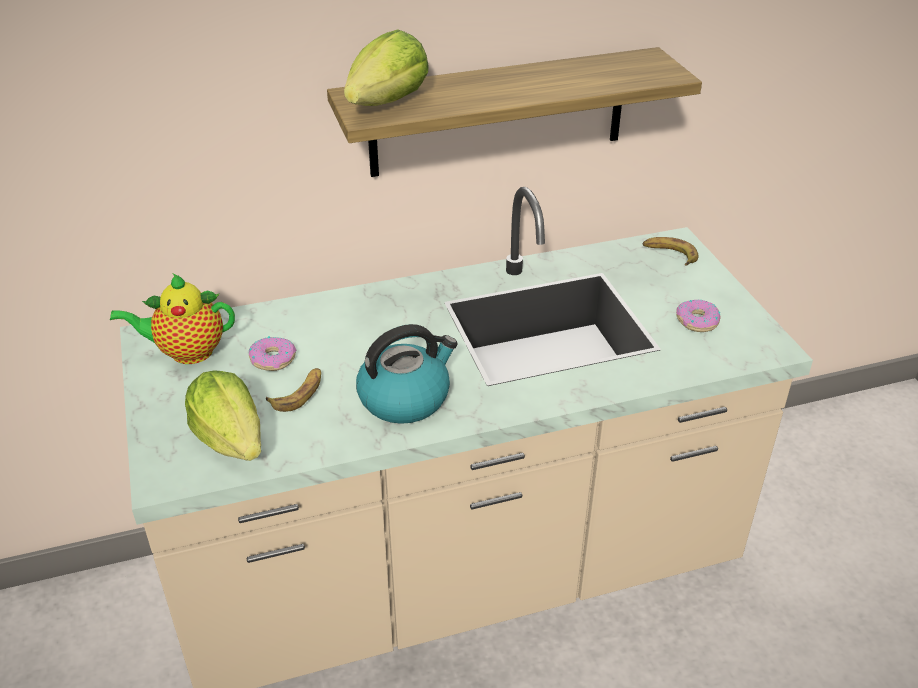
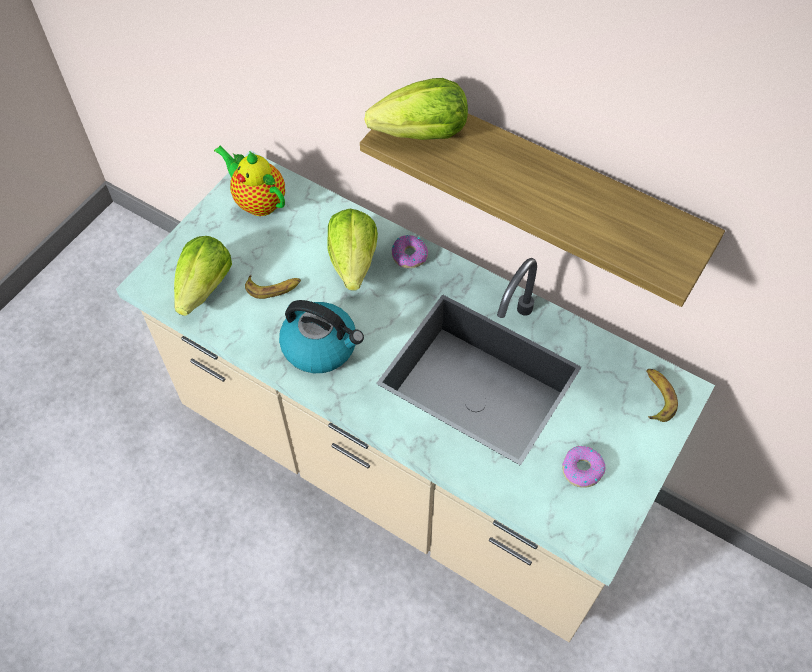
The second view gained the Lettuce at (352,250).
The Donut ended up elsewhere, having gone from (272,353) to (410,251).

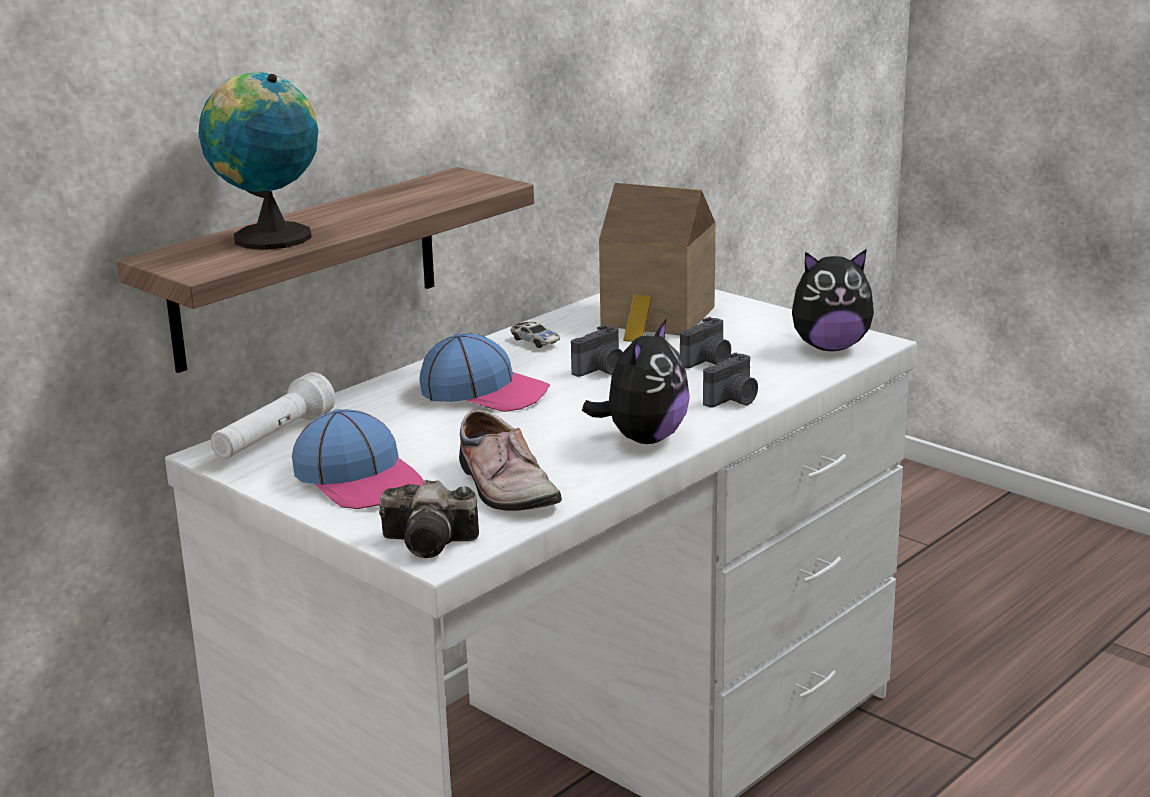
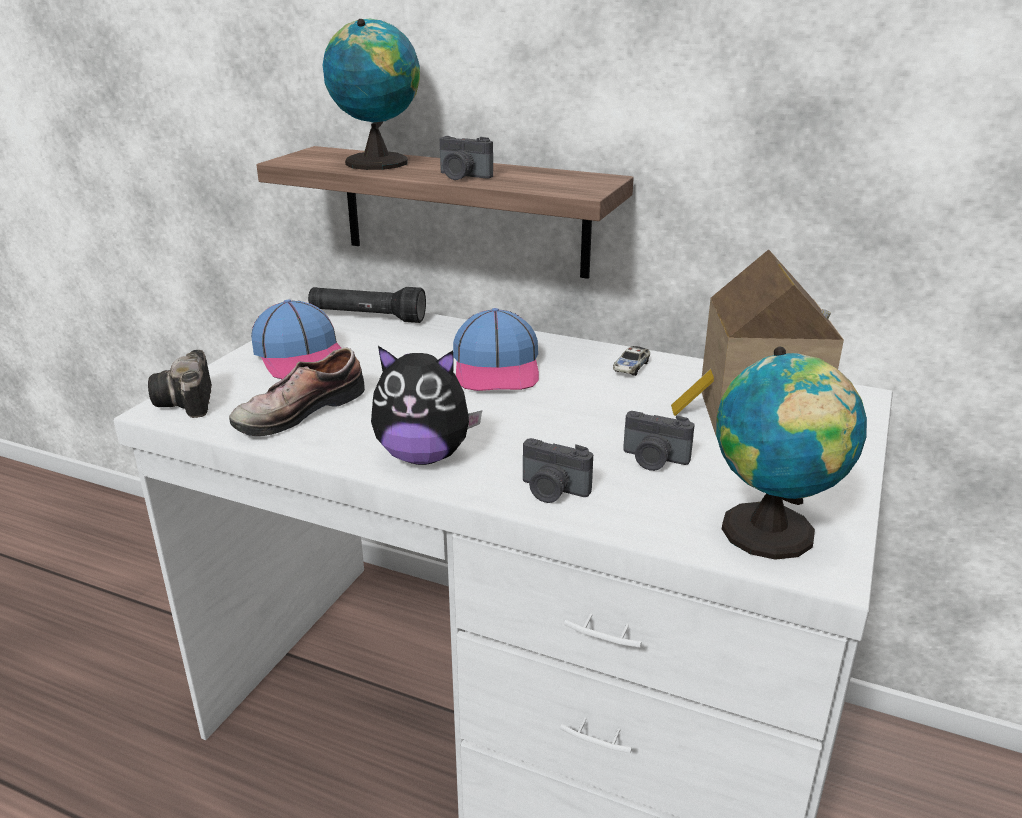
The PhotoCamera ended up elsewhere, having gone from (597,351) to (466,158).
Where the PlushToy stood at (833,300), the Globe came to stand at (791,453).
What was the WhiteFlashlight at (273,415) turned into the BlackFlashlight at (367,305).
The Cap at (358,459) ended up facing another way, 60 degrees counterclockwise from before.

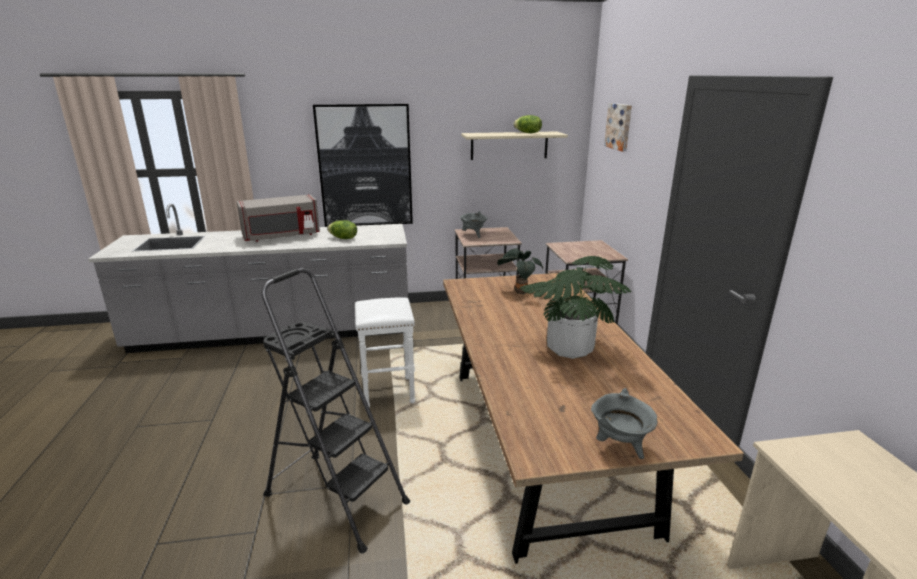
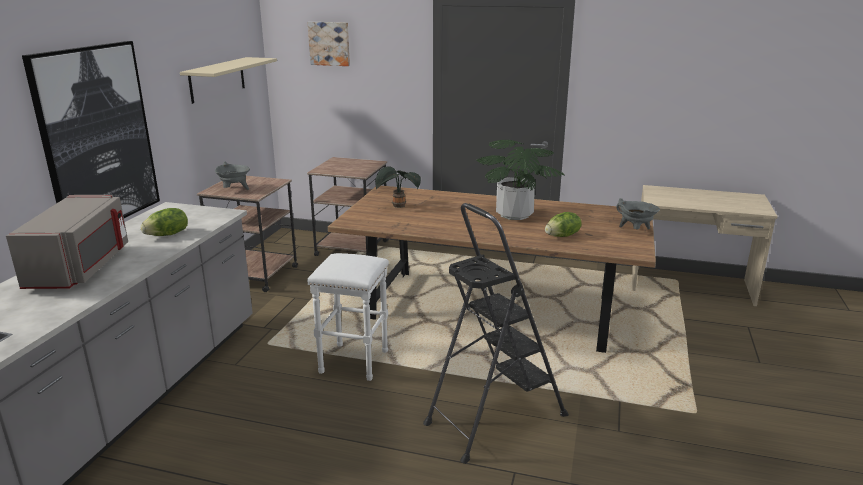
The Lettuce ended up elsewhere, having gone from (527,124) to (563,224).

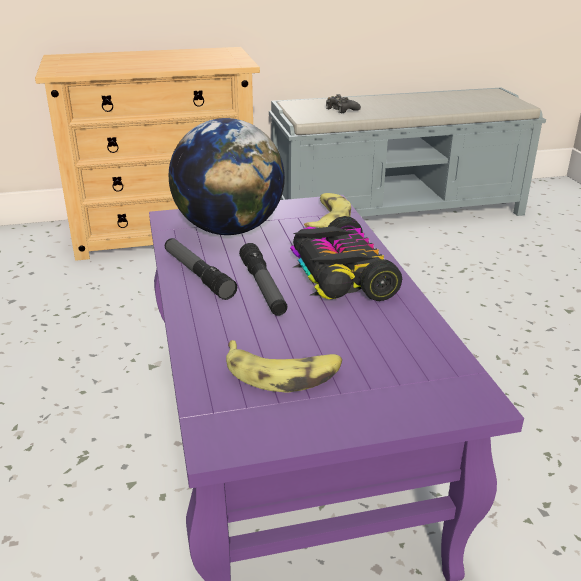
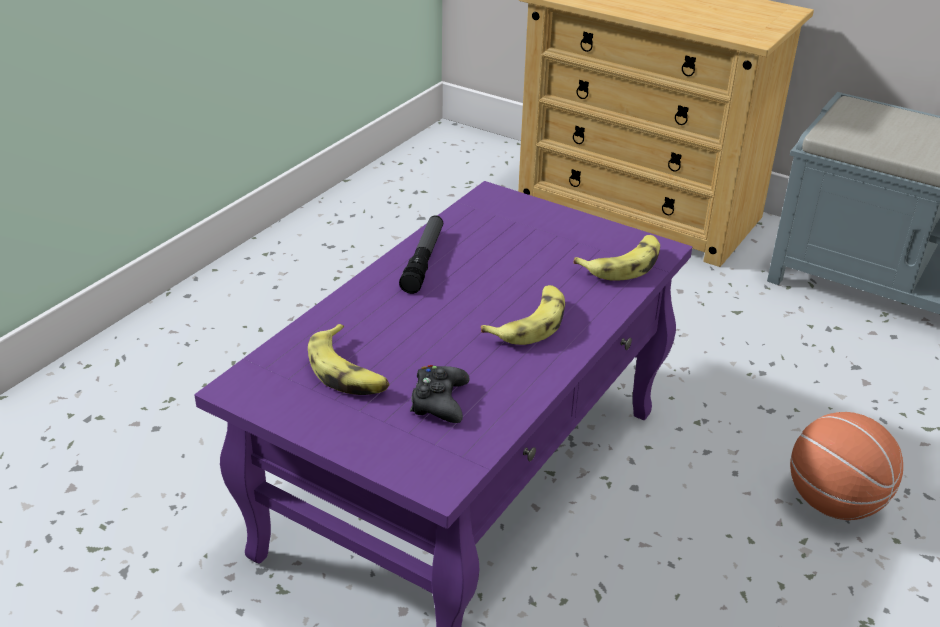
The second view lost the Globe at (227,176).
The second view lost the Flashlight at (263,279).
The second view gained the Basketball at (846,466).
The BlackGameController ended up elsewhere, having gone from (343,104) to (440,394).
Where the ToyCar stood at (346,258), the Banana came to stand at (523,315).

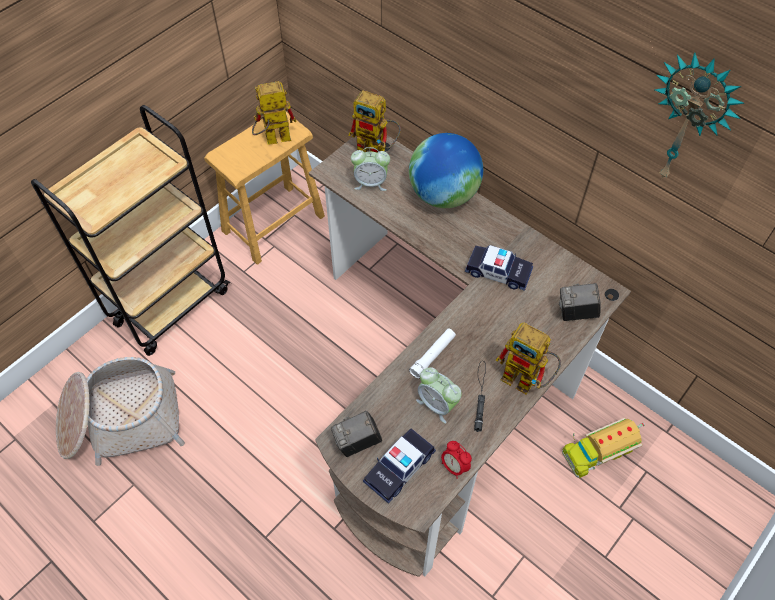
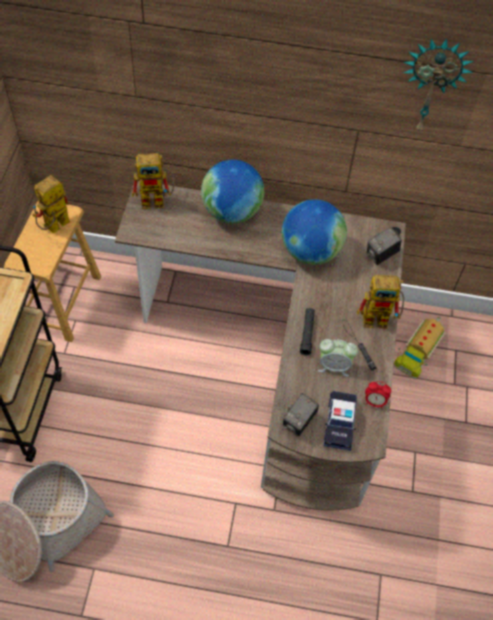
The second view lost the AlarmClock at (370,169).
Where the ToyCar stood at (499,268), the Globe came to stand at (314,232).
What was the WhiteFlashlight at (432,353) turned into the BlackFlashlight at (307,331).

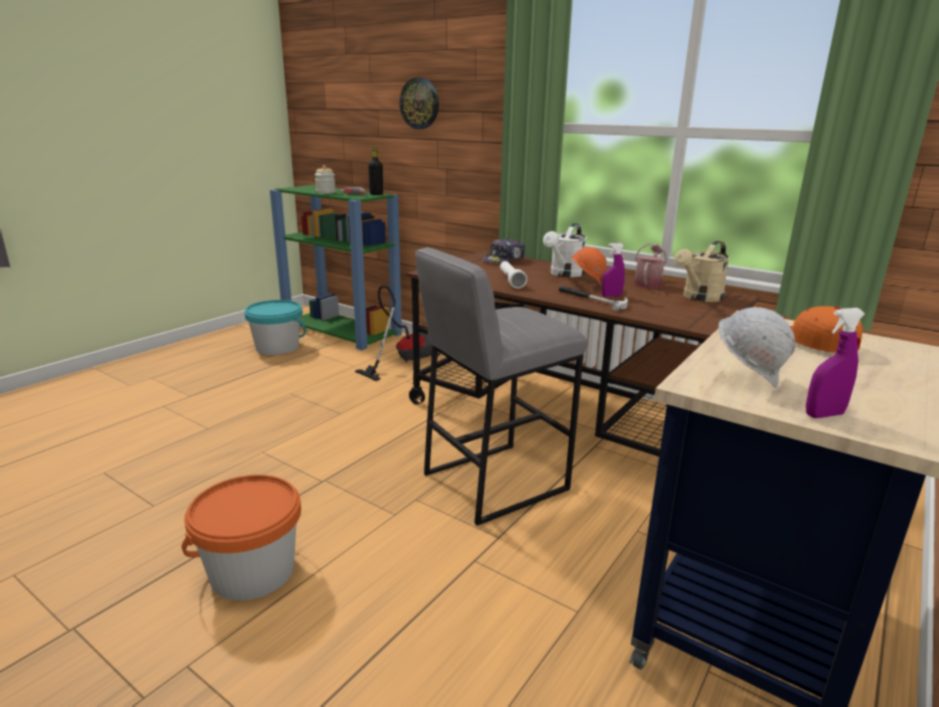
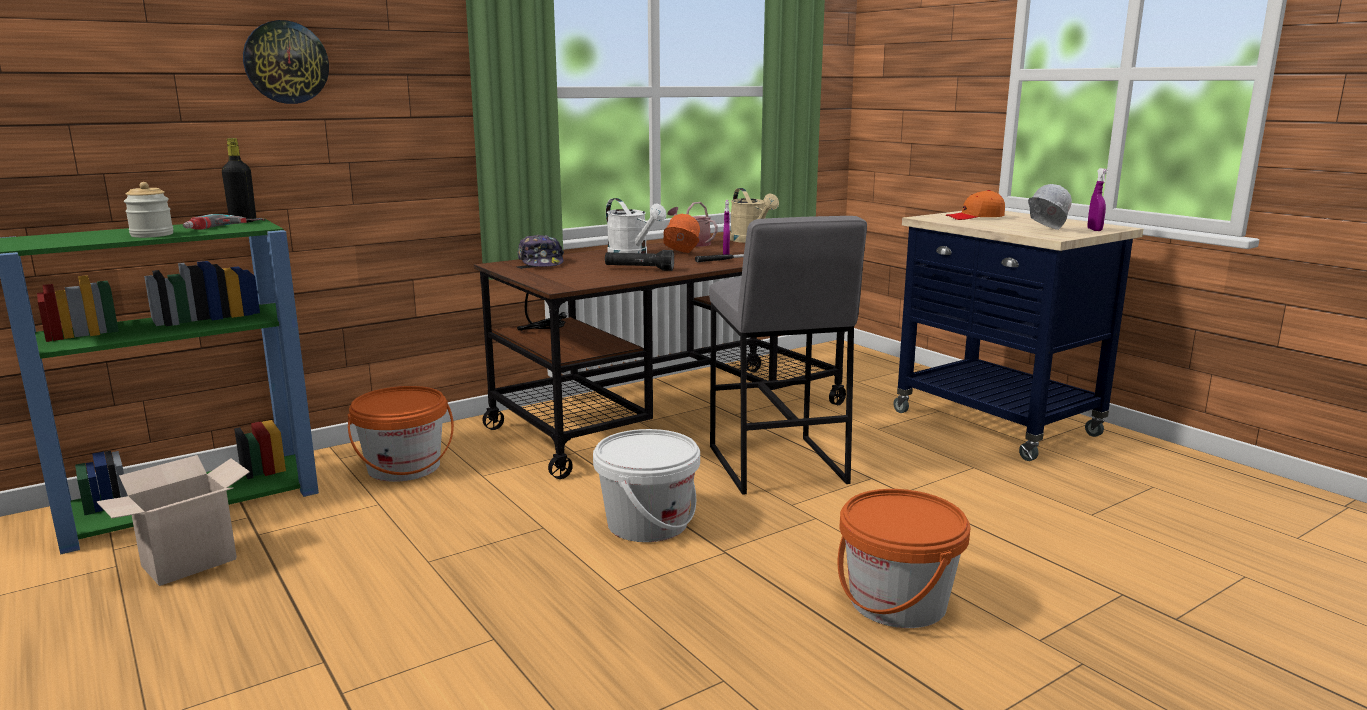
The second view gained the WhiteBucket at (646,485).
Where the TurquoiseBucket stood at (275,327), the CardboardBox came to stand at (173,520).
Where the VacuumCleaner stood at (397,333), the OrangeBucket came to stand at (401,434).
What was the WhiteFlashlight at (513,275) turned into the BlackFlashlight at (639,260).

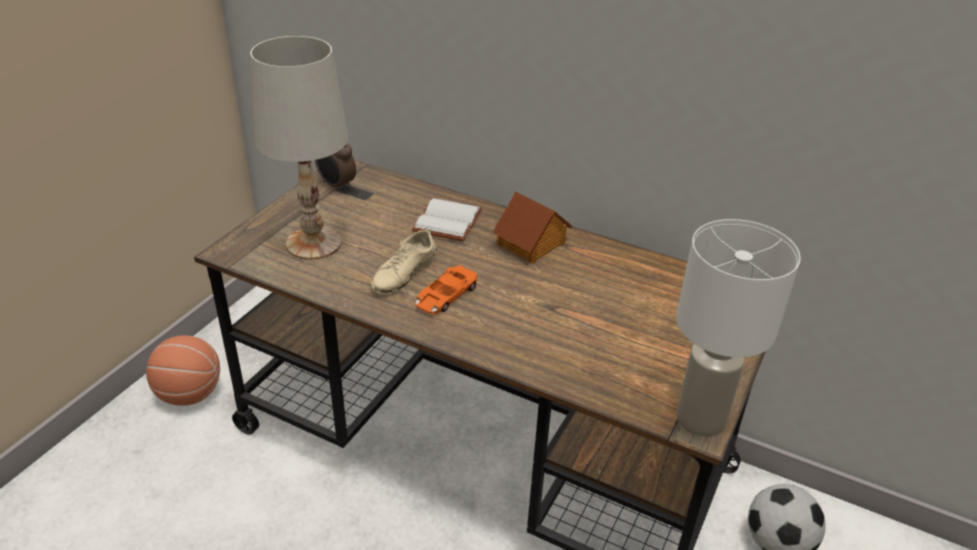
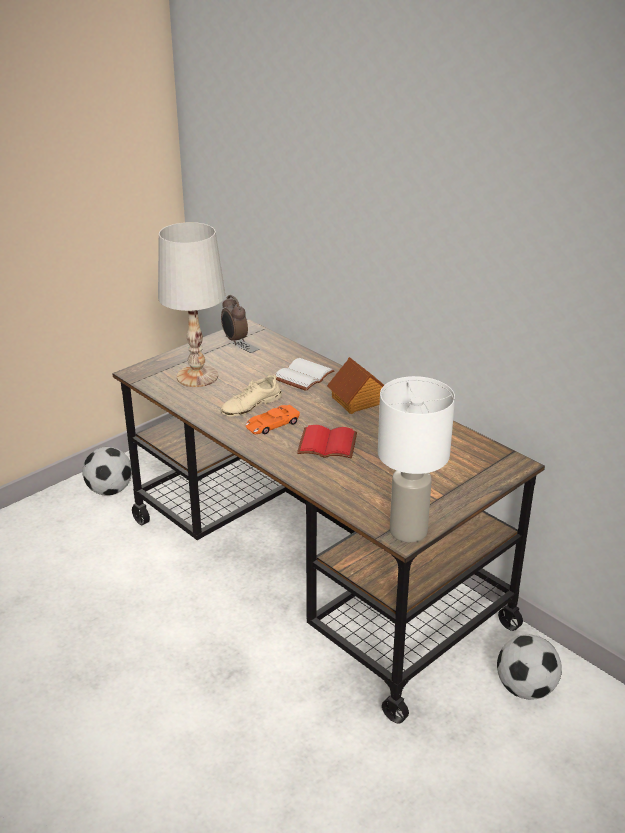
The second view gained the RedBook at (327,441).
Where the Basketball stood at (183,370), the Football came to stand at (107,471).

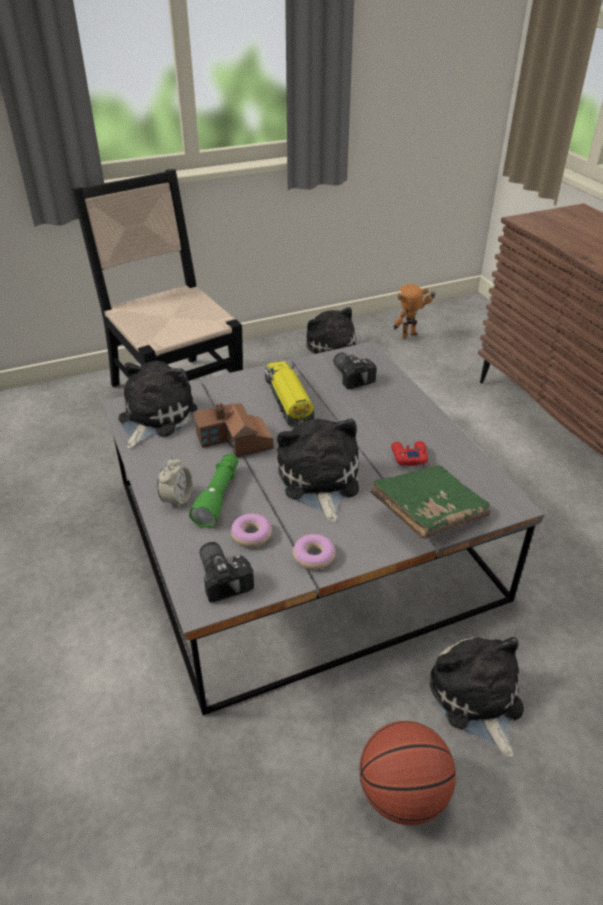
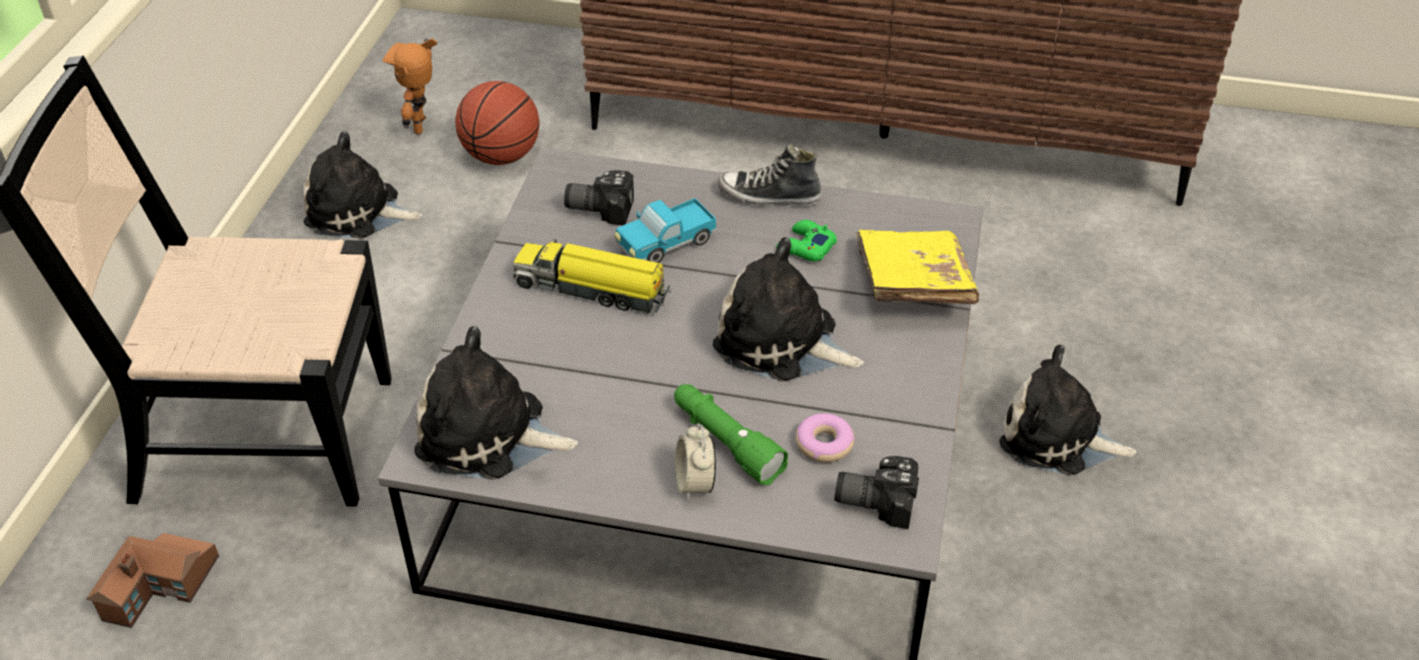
The second view lost the Donut at (314,552).
The second view gained the ToyTruck at (665,230).
The second view gained the Shoe at (770,175).
The ToyHouse ended up elsewhere, having gone from (233,430) to (152,580).
The Basketball ended up elsewhere, having gone from (407,773) to (497,123).
What was the GreenBook at (430,502) turned into the YellowBook at (917,267).
What was the RedGameController at (409,453) turned into the GreenGameController at (806,241).
The PlushToy at (158,405) ended up facing another way, 45 degrees counterclockwise from before.
The AlarmClock at (174,482) ended up facing another way, 150 degrees counterclockwise from before.

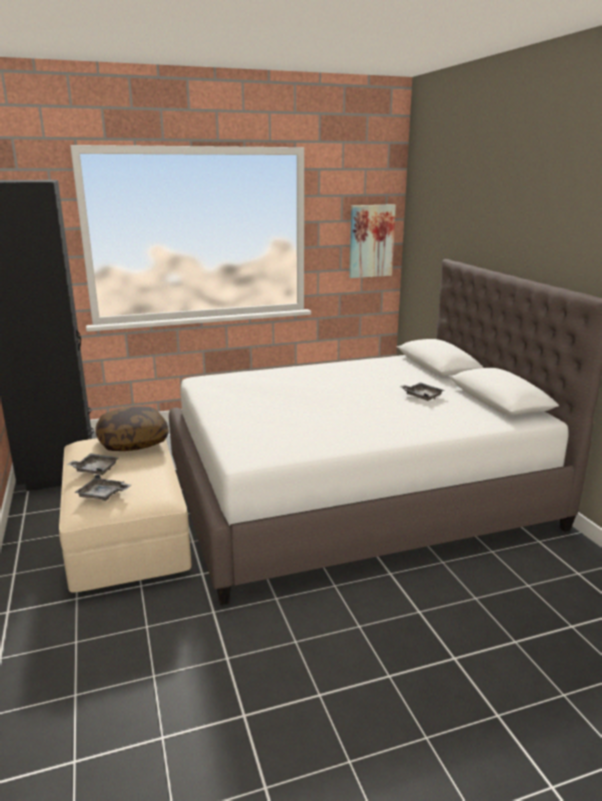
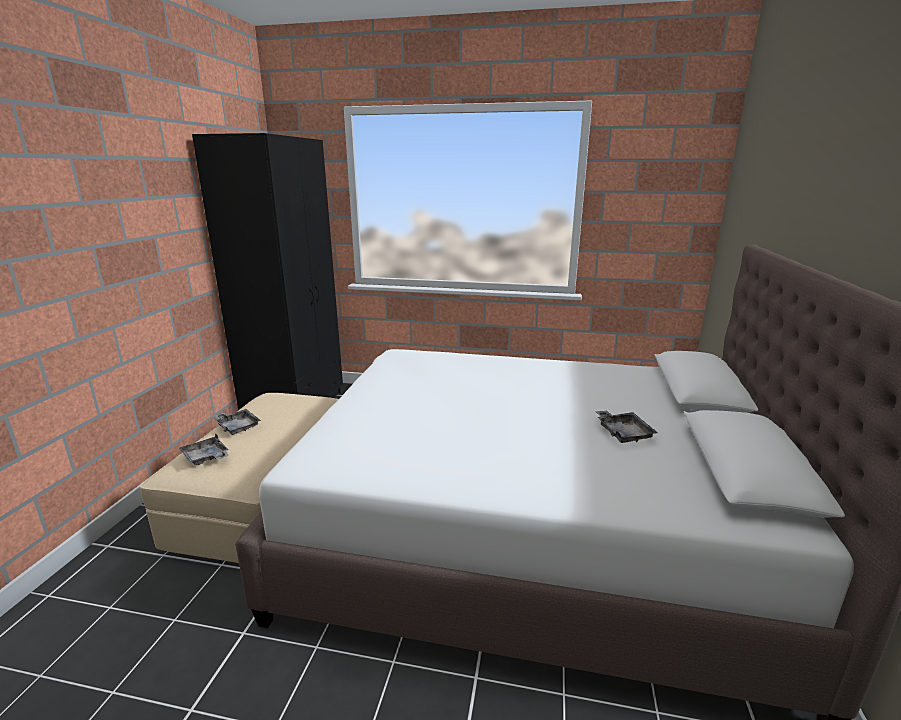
The second view lost the Pillow at (132,428).
The second view lost the Picture at (372,241).

